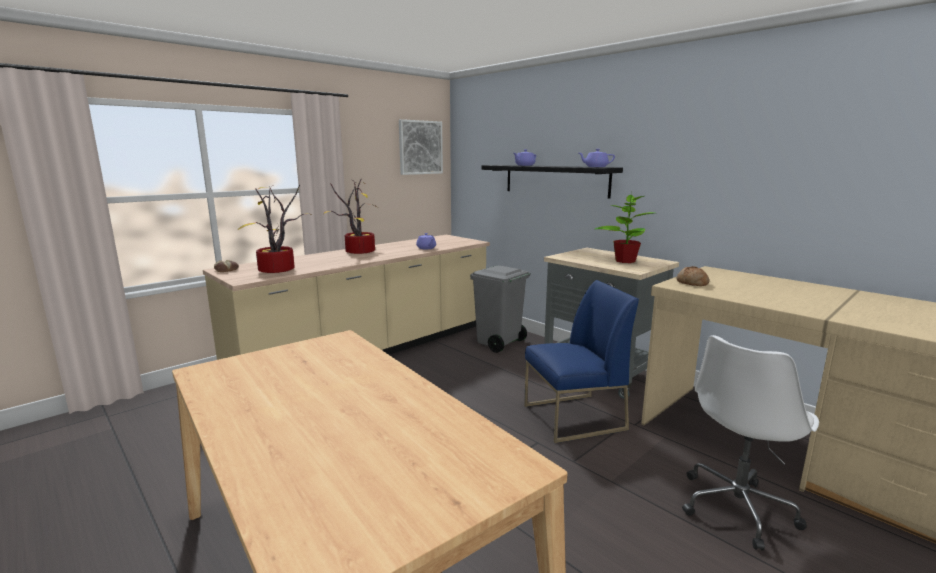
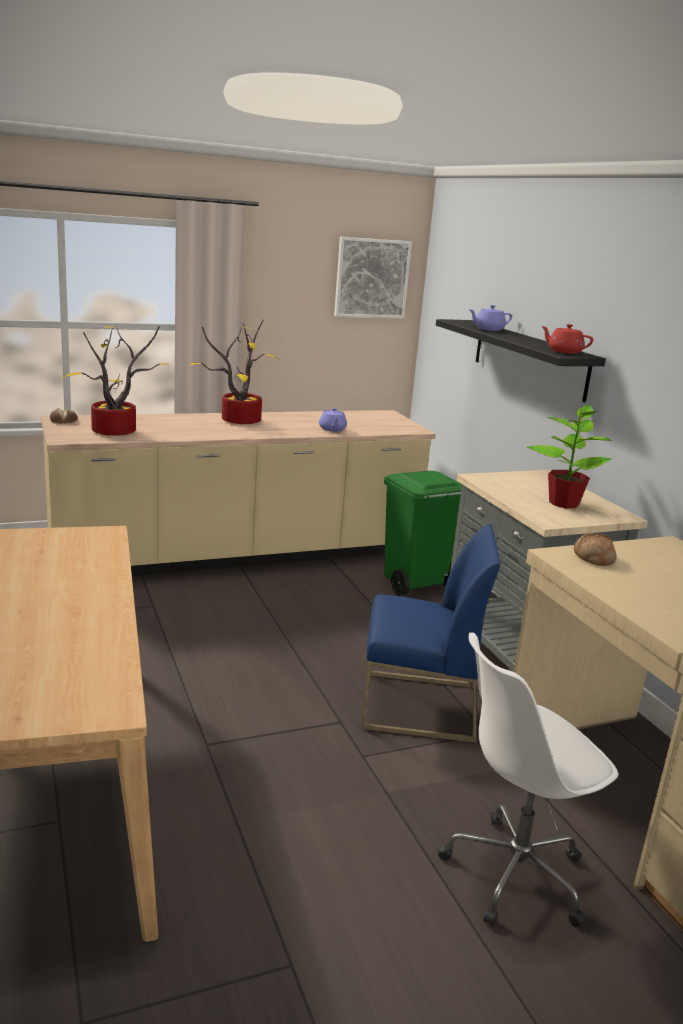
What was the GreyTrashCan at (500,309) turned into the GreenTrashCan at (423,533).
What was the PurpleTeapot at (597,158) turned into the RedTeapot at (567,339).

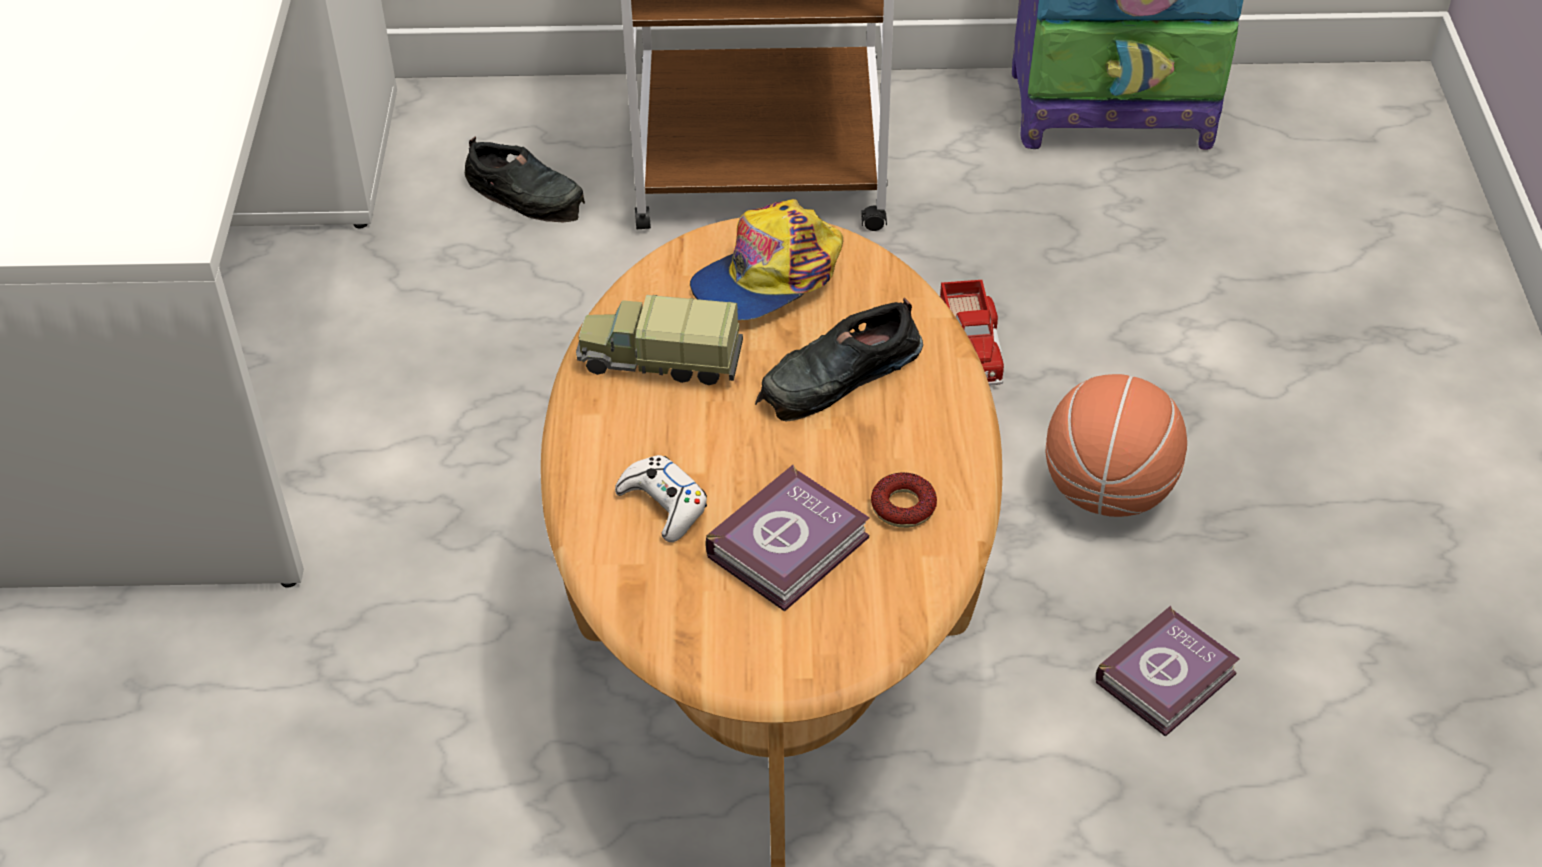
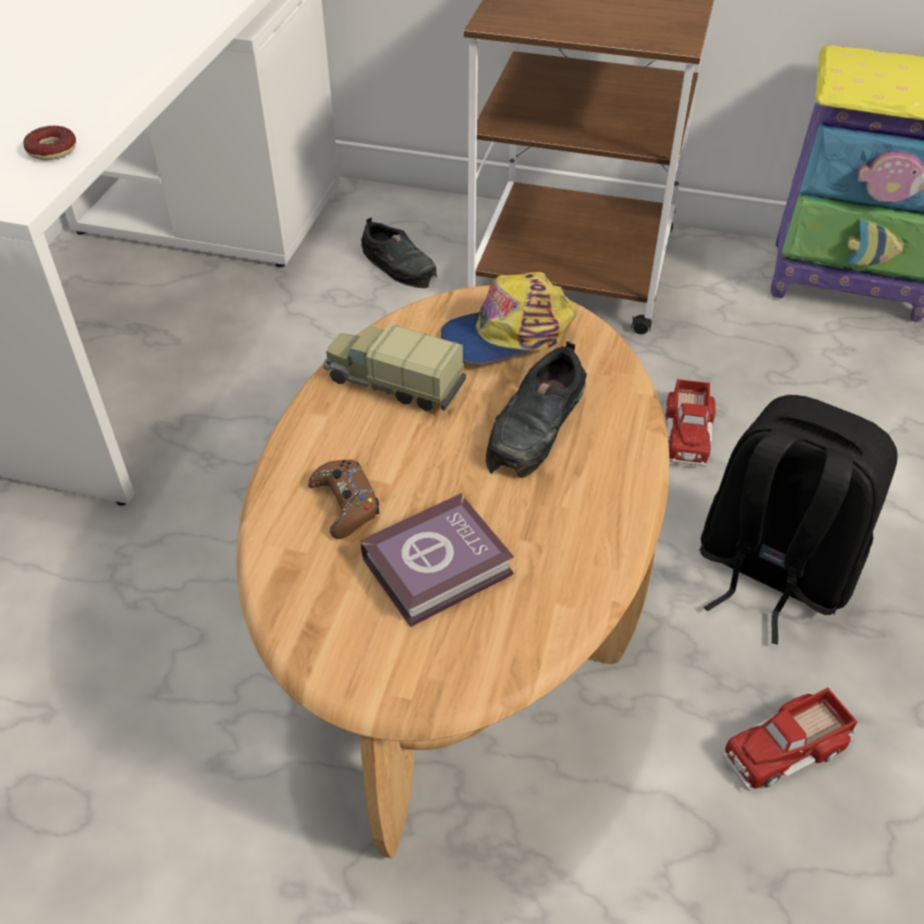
The Donut ended up elsewhere, having gone from (904,500) to (49,143).
Where the Basketball stood at (1116,445), the BlackBackpack came to stand at (798,520).
Where the Book stood at (1168,671), the ToyTruck came to stand at (789,739).
What was the WhiteGameController at (661,498) turned into the BrownGameController at (343,499).
The BlackShoe at (839,360) ended up facing another way, 45 degrees counterclockwise from before.

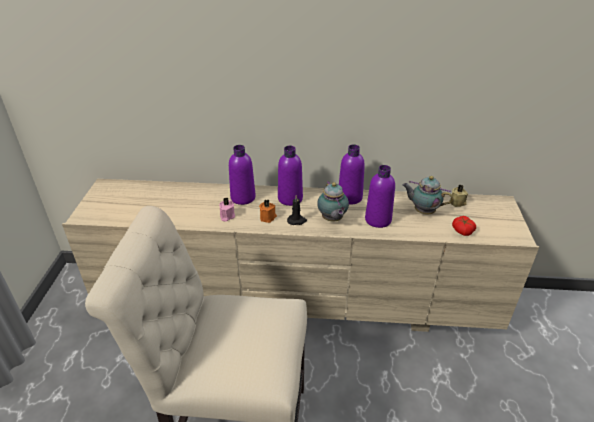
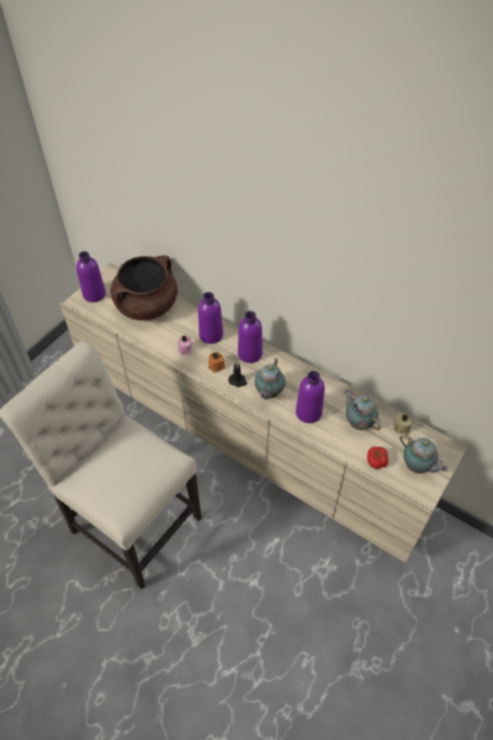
The second view gained the BrownCookingPot at (144,288).
The second view gained the Teapot at (424,453).
The PurpleBottle ended up elsewhere, having gone from (352,174) to (91,276).

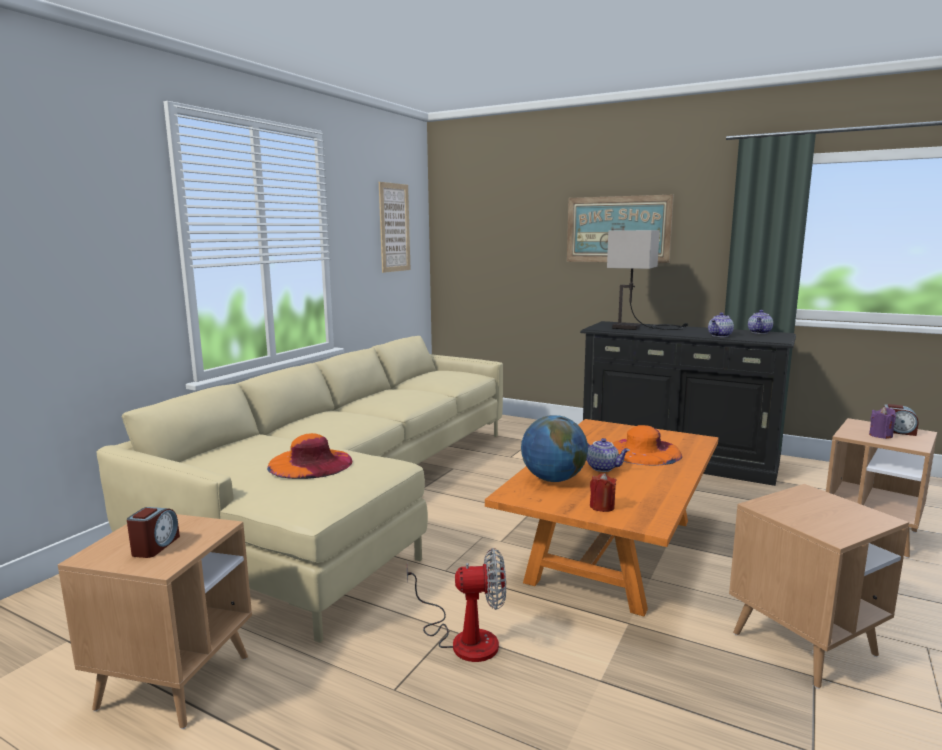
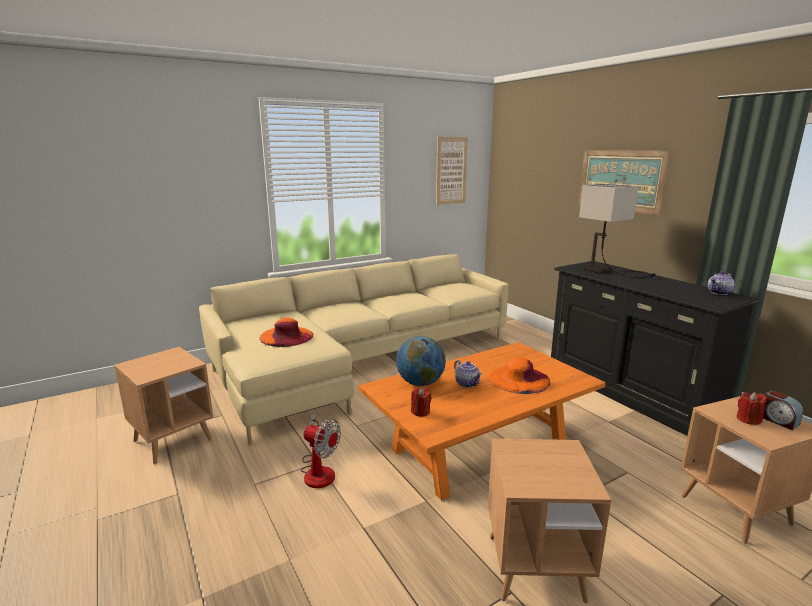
The second view lost the AlarmClock at (153,532).
The second view lost the Teapot at (721,324).
What was the PurpleCandle at (882,423) turned into the RedCandle at (751,408).

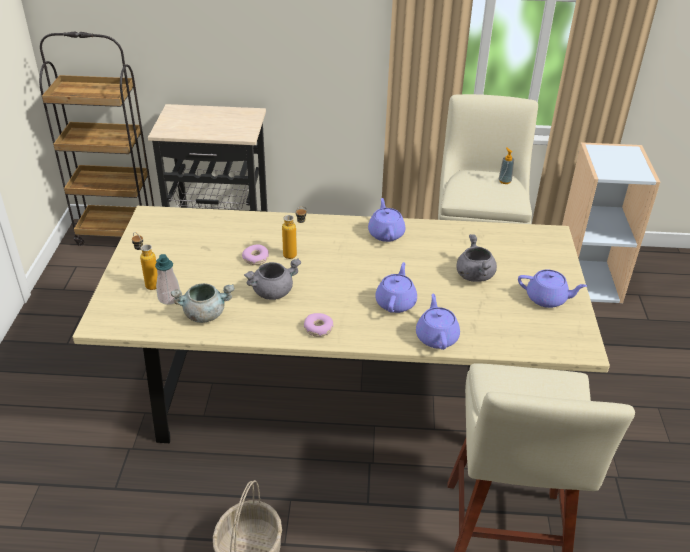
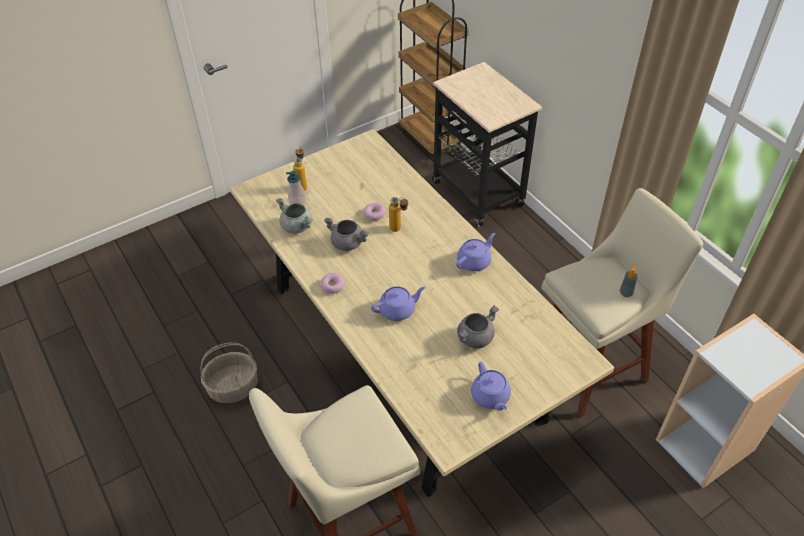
The second view lost the PurpleTeapot at (438,322).

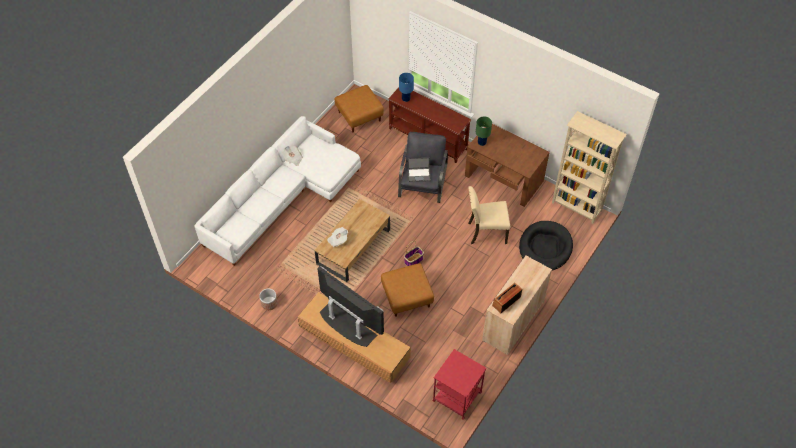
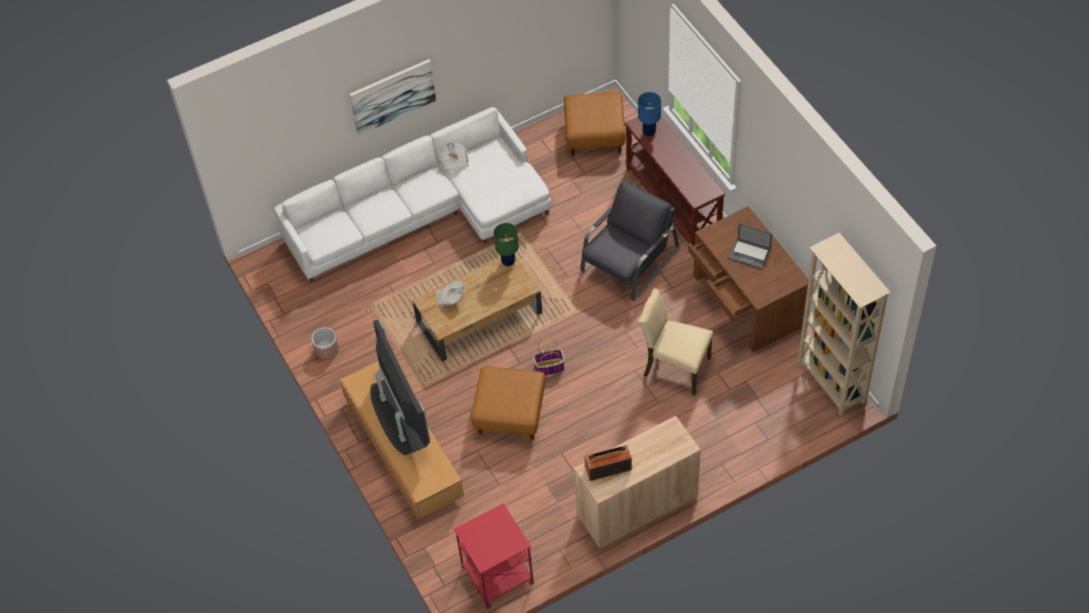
The second view lost the BlackDogBed at (546,245).
The second view gained the Picture at (393,97).
The Laptop ended up elsewhere, having gone from (419,170) to (750,246).
The GreenTableLamp ended up elsewhere, having gone from (484,131) to (506,244).

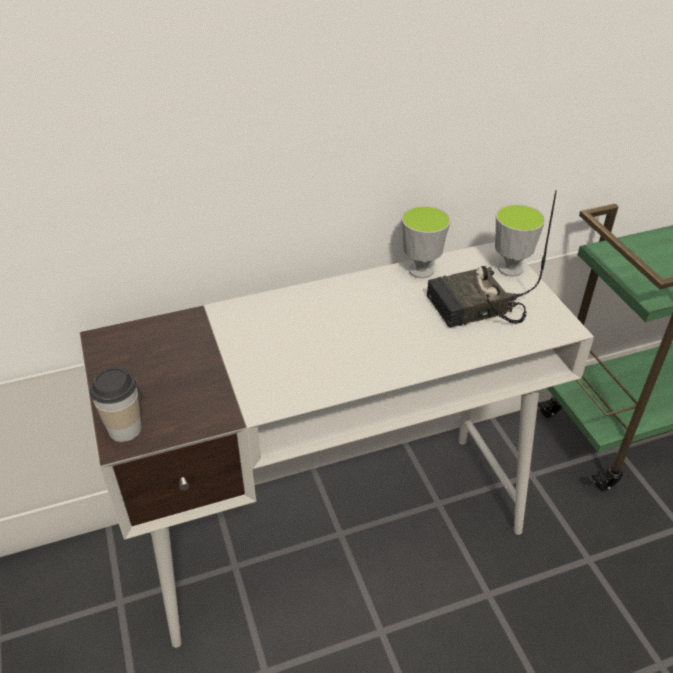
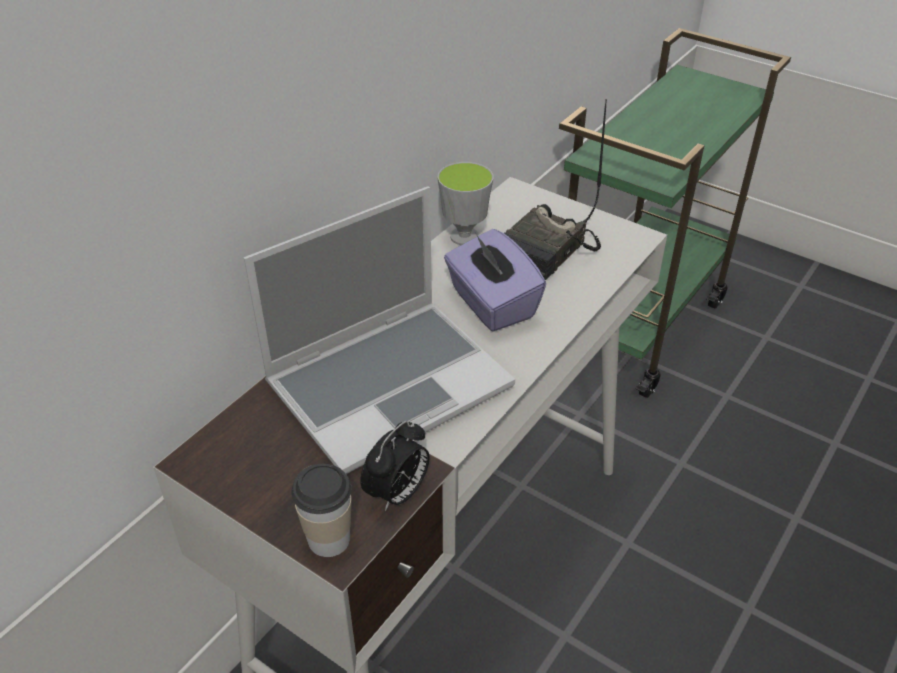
The second view lost the Cup at (520,240).
The second view gained the Laptop at (379,330).
The second view gained the AlarmClock at (394,466).
The second view gained the PurpleTissueBox at (495,280).

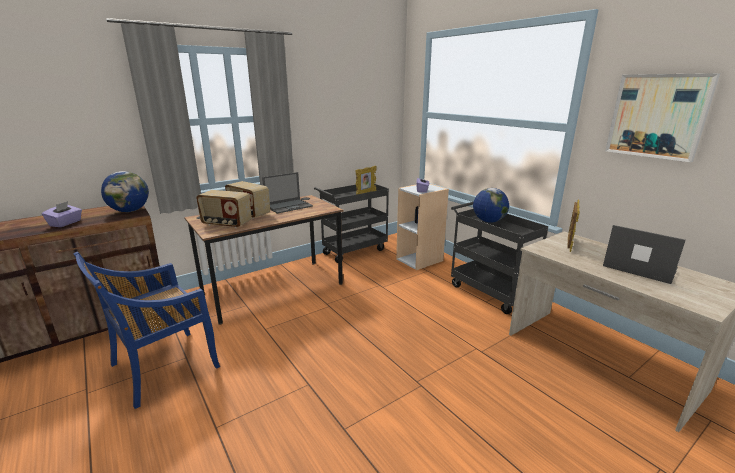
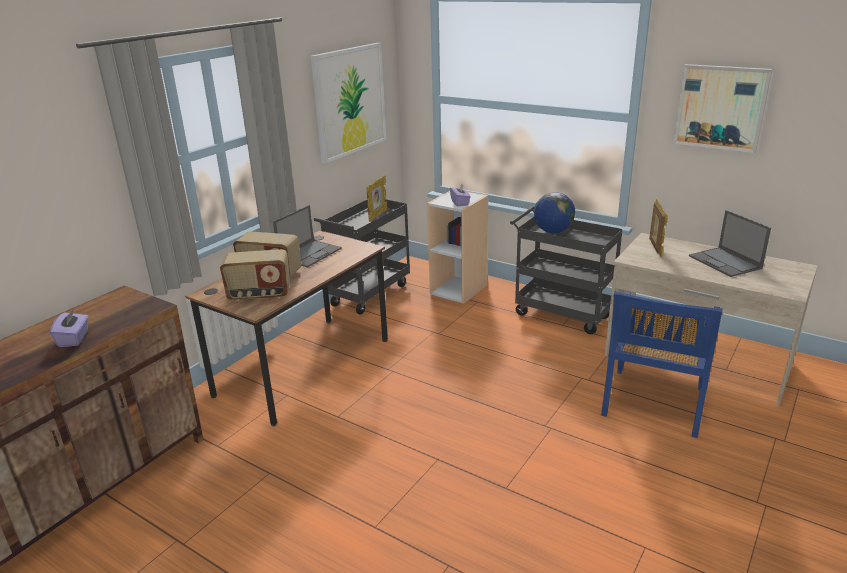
The second view lost the Globe at (125,191).
The second view gained the Picture at (348,103).
The BlueChair ended up elsewhere, having gone from (147,330) to (662,364).
The Laptop at (644,254) ended up facing another way, 135 degrees counterclockwise from before.

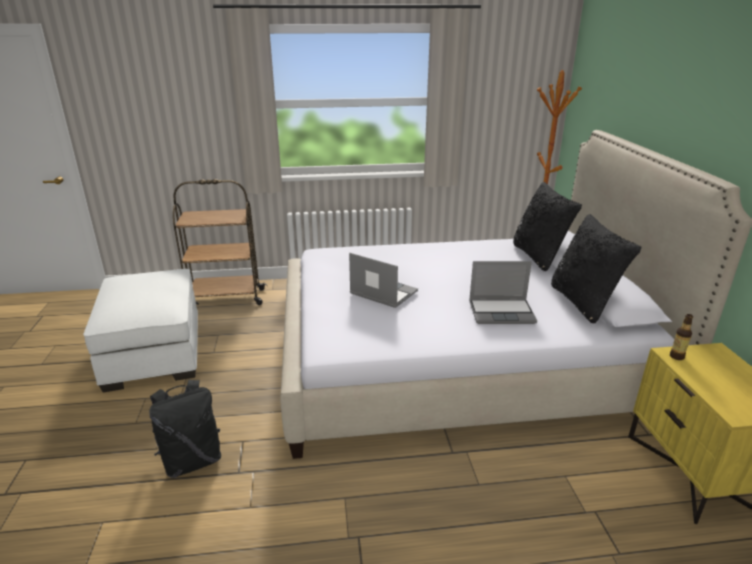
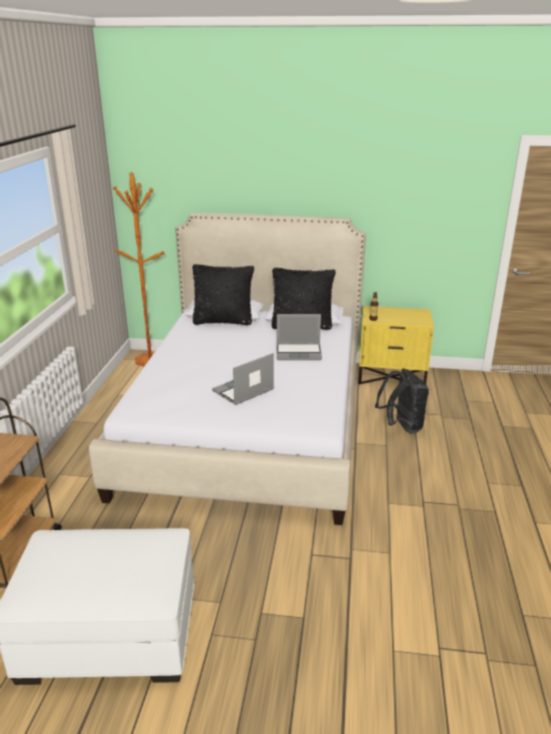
The BlackBackpack ended up elsewhere, having gone from (185,429) to (402,401).
The Laptop at (503,292) ended up facing another way, 75 degrees clockwise from before.

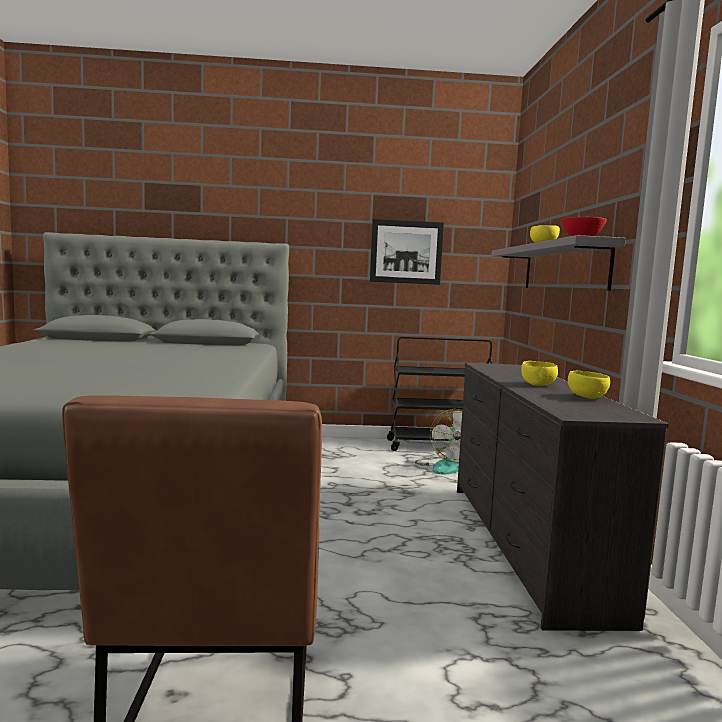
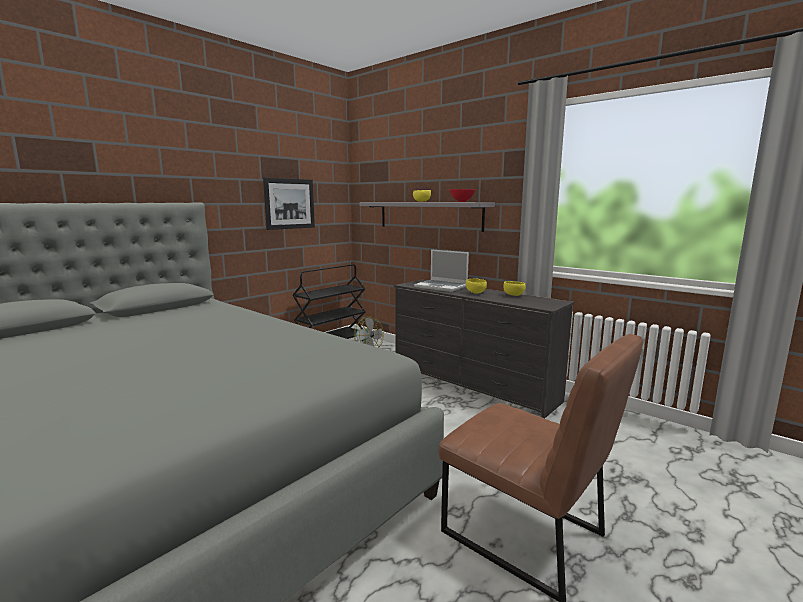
The second view gained the Laptop at (441,270).

